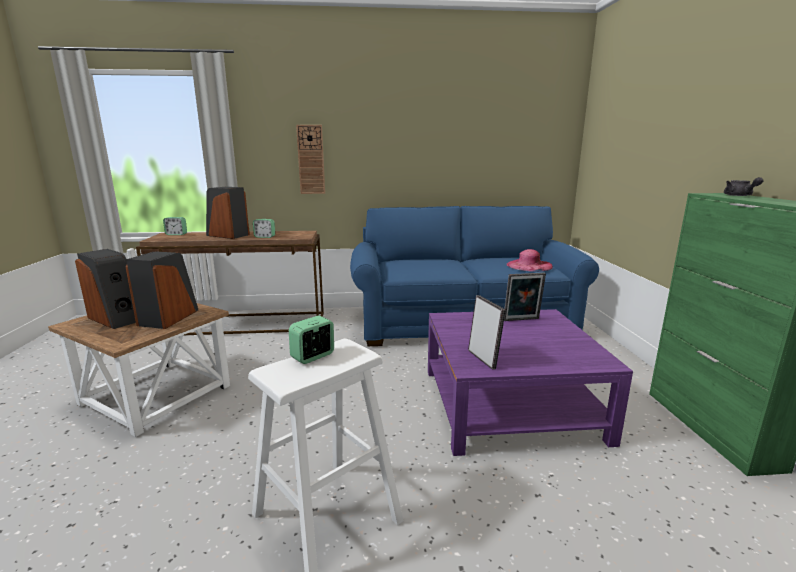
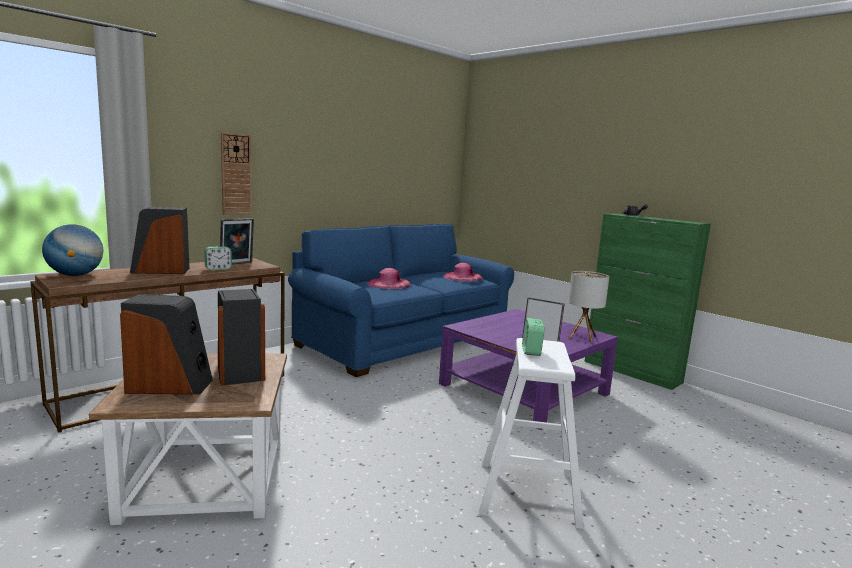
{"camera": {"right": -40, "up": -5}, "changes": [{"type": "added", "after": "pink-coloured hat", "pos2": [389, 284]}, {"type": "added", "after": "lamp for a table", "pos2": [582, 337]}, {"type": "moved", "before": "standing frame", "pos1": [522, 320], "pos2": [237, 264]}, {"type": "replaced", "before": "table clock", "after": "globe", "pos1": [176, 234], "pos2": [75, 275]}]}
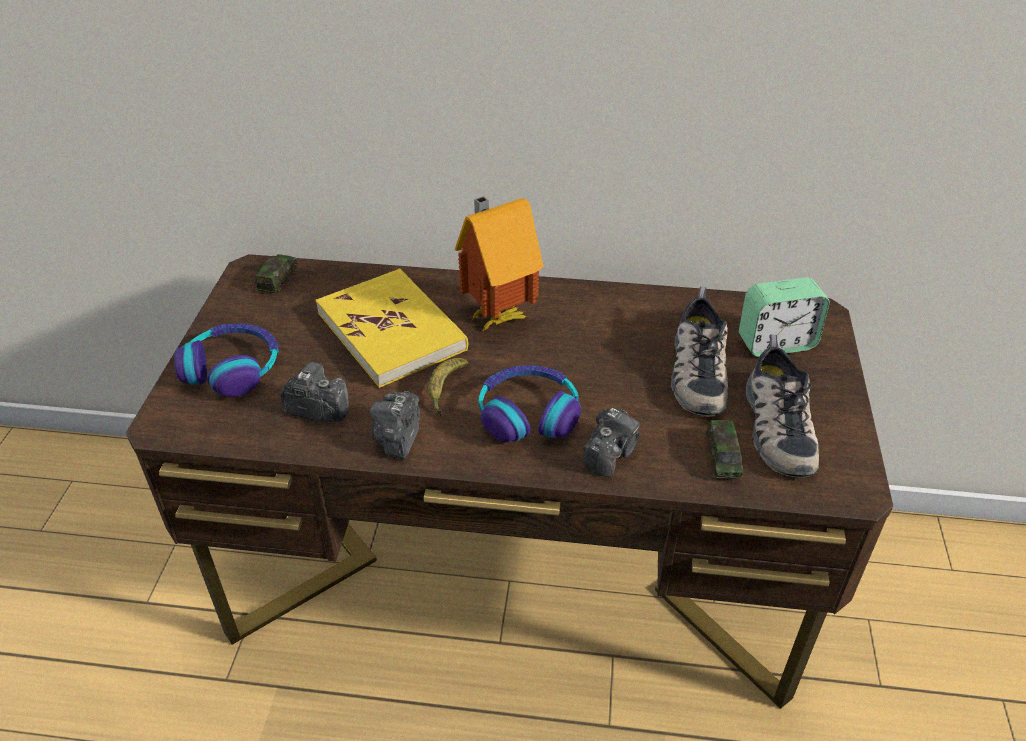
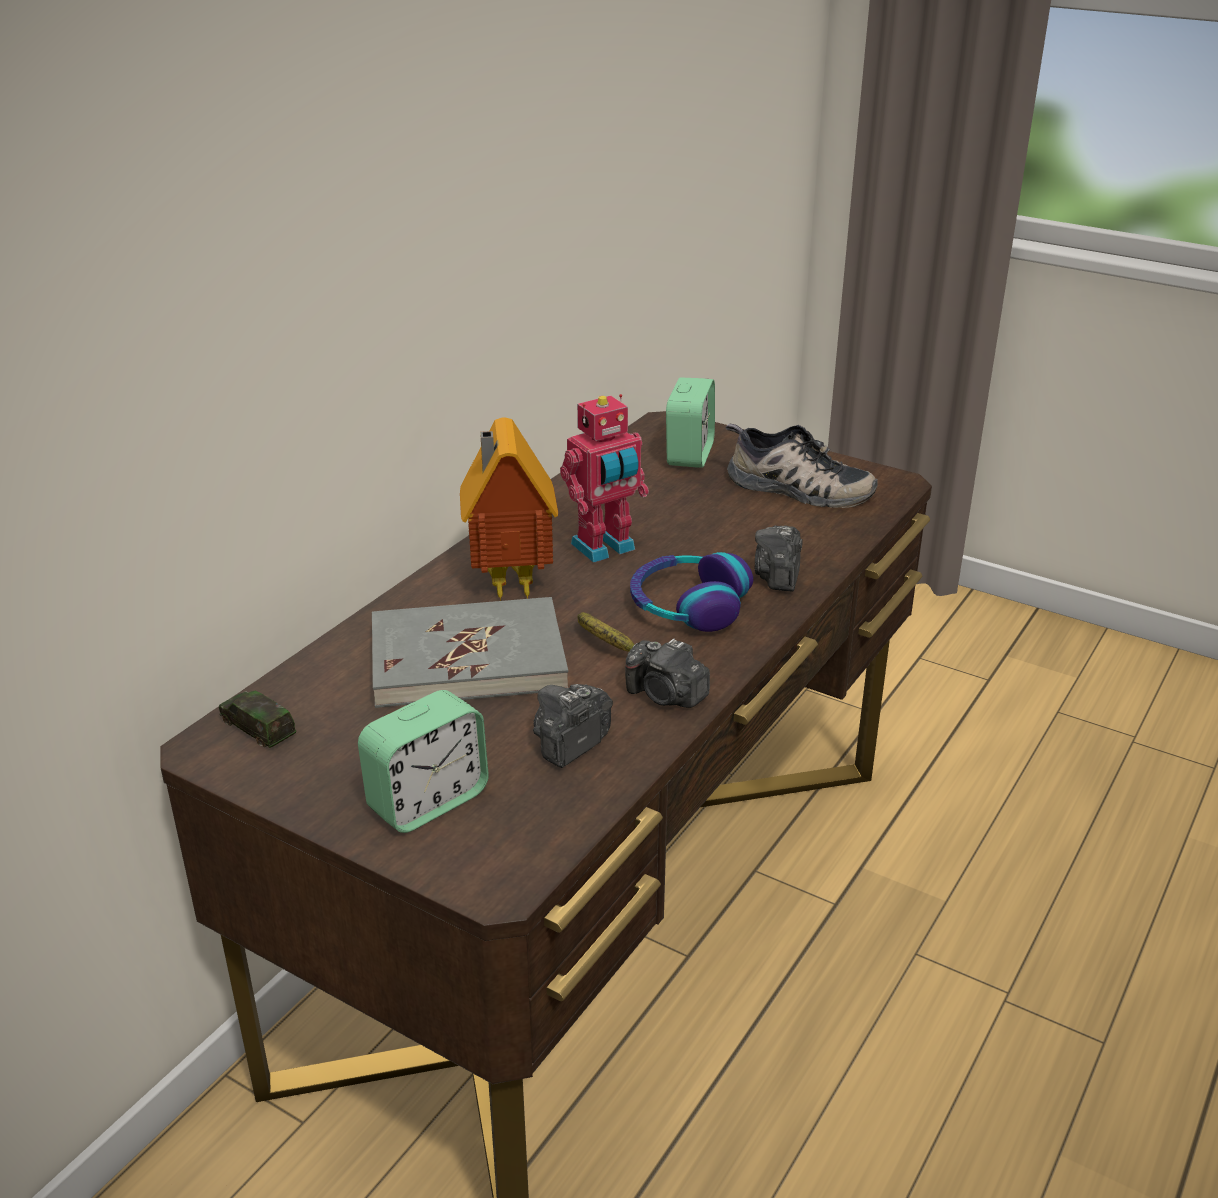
{"camera": {"right": -65, "up": -10}, "changes": [{"type": "removed", "before": "item of footwear", "pos1": [695, 370]}, {"type": "removed", "before": "model car", "pos1": [722, 458]}, {"type": "added", "after": "toy robot", "pos2": [605, 548]}, {"type": "replaced", "before": "pair of headphones", "after": "table clock", "pos1": [232, 368], "pos2": [428, 801]}, {"type": "recoloured", "before": "yellow-coloured bound book", "after": "gray bound book", "pos1": [392, 331], "pos2": [468, 659]}, {"type": "turned", "before": "still camera", "pos1": [610, 453], "pos2": [778, 576], "turn": -135}]}
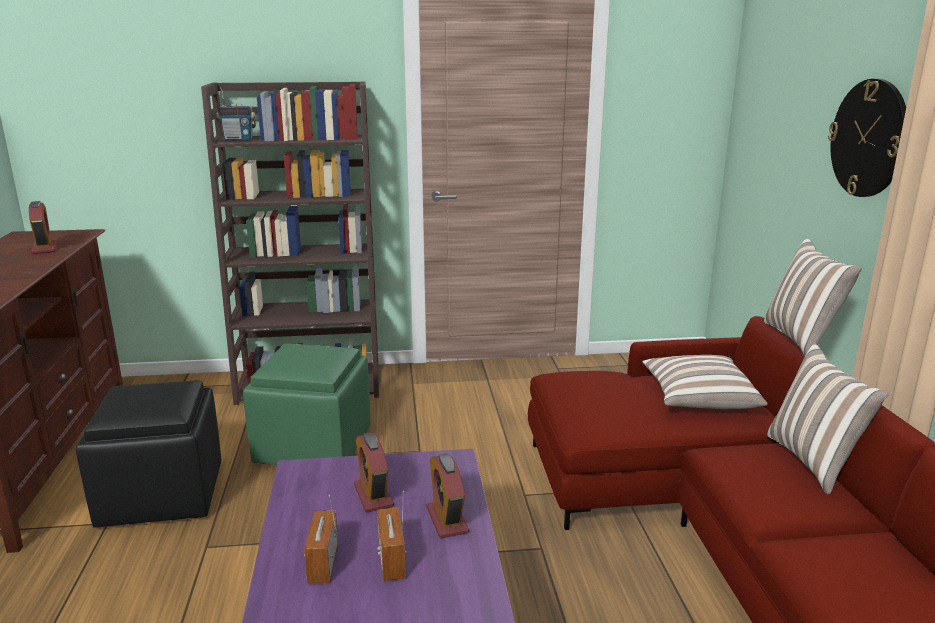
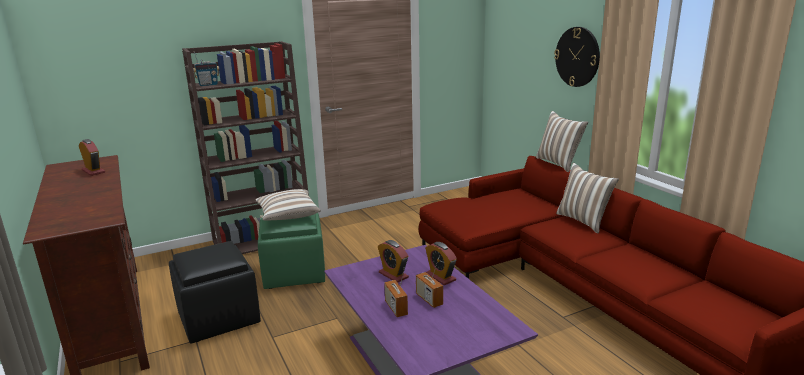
{"camera": {"right": -20, "up": 0}, "changes": [{"type": "moved", "before": "throw pillow", "pos1": [698, 399], "pos2": [288, 215]}]}
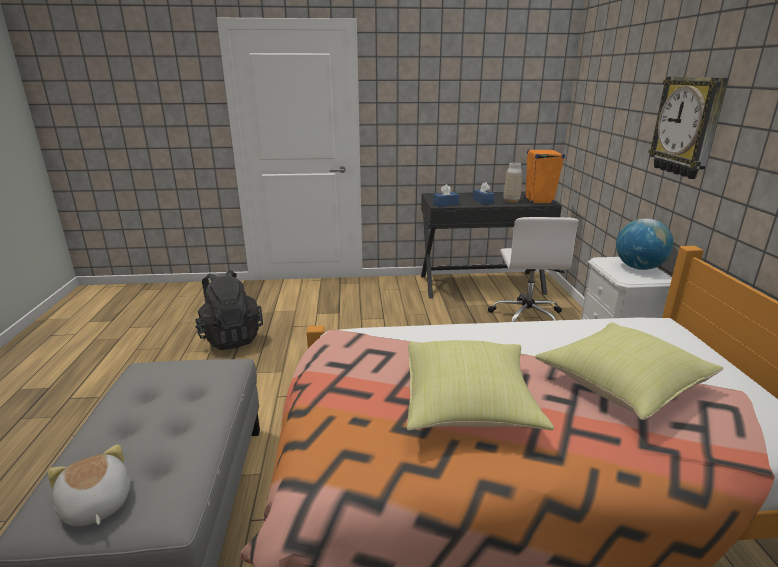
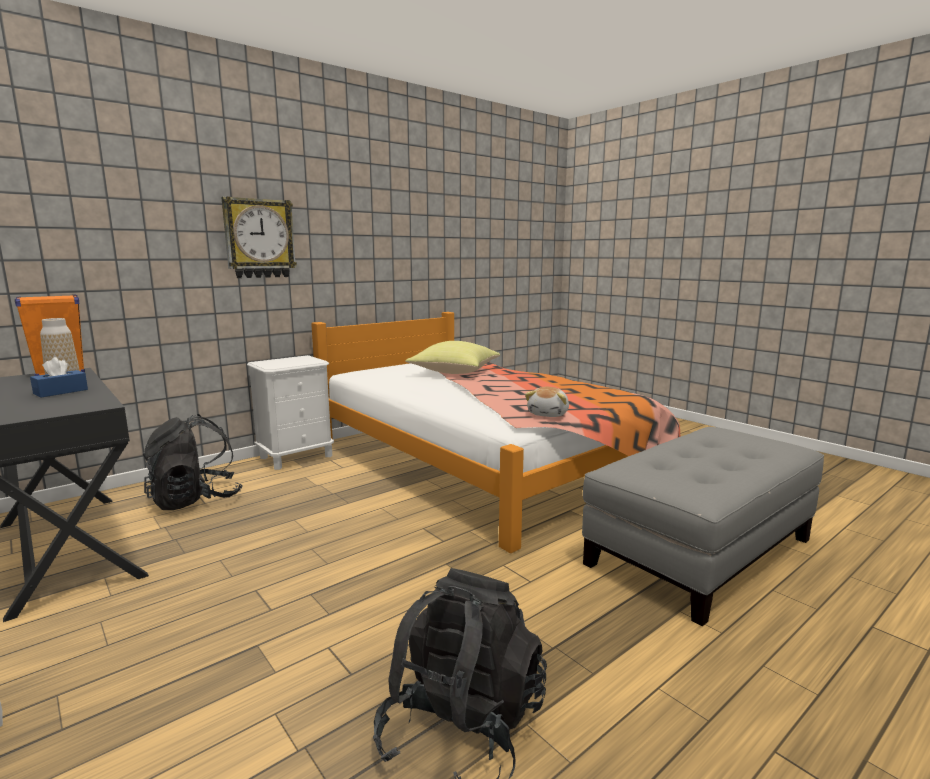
{"camera": {"right": -125, "up": -10}, "changes": [{"type": "removed", "before": "yellow-coloured throw pillow", "pos1": [469, 406]}, {"type": "removed", "before": "blue tissue holder", "pos1": [445, 204]}, {"type": "removed", "before": "globe", "pos1": [638, 267]}, {"type": "moved", "before": "plush toy", "pos1": [95, 505], "pos2": [549, 414]}, {"type": "replaced", "before": "whitish desk chair", "after": "black-coloured backpack", "pos1": [526, 315], "pos2": [195, 499]}]}
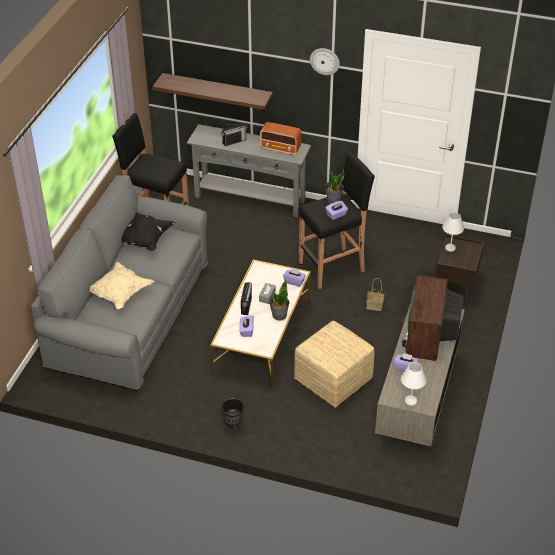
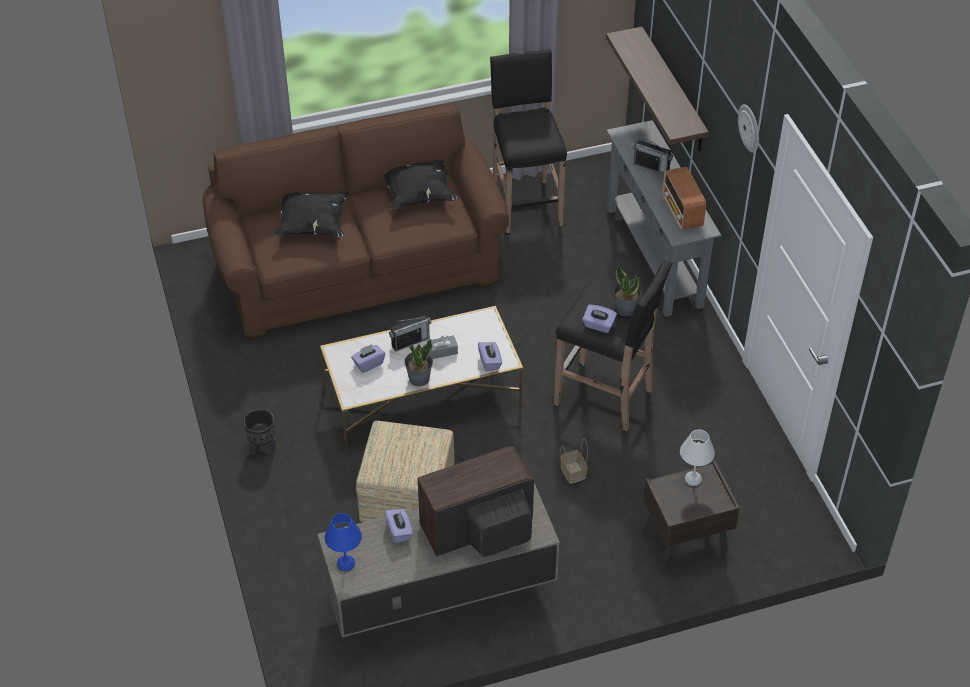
{"camera": {"right": 55, "up": 5}, "changes": [{"type": "recoloured", "before": "gray couch", "after": "brown-coloured couch", "pos1": [130, 316], "pos2": [358, 268]}, {"type": "recoloured", "before": "beige-coloured throw pillow", "after": "black-coloured throw pillow", "pos1": [119, 294], "pos2": [312, 225]}, {"type": "recoloured", "before": "whitish lamp for a table", "after": "blue lamp for a table", "pos1": [410, 400], "pos2": [346, 563]}]}
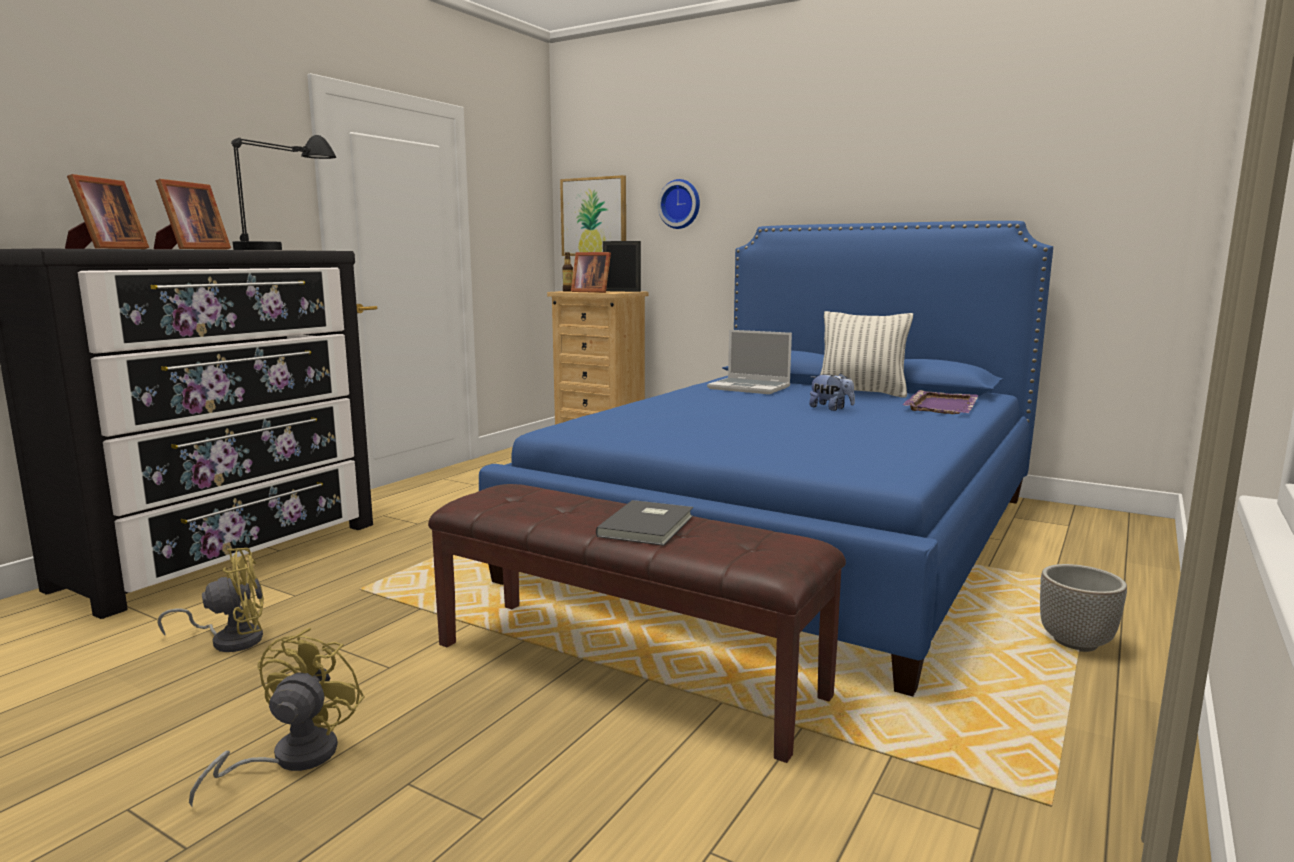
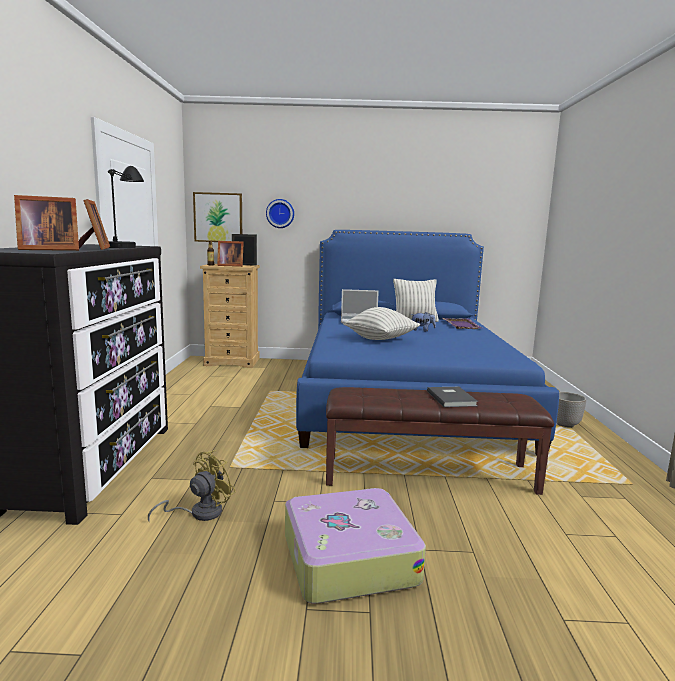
{"camera": {"right": -30, "up": 0}, "changes": [{"type": "added", "after": "throw pillow", "pos2": [380, 339]}, {"type": "replaced", "before": "yellow-coloured electric fan", "after": "piece of luggage", "pos1": [291, 758], "pos2": [347, 558]}, {"type": "turned", "before": "standing frame", "pos1": [106, 248], "pos2": [47, 249], "turn": 90}]}
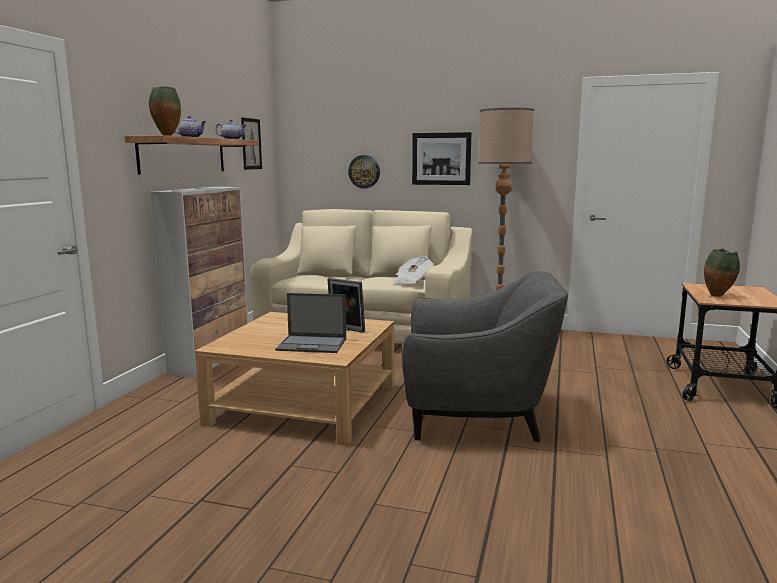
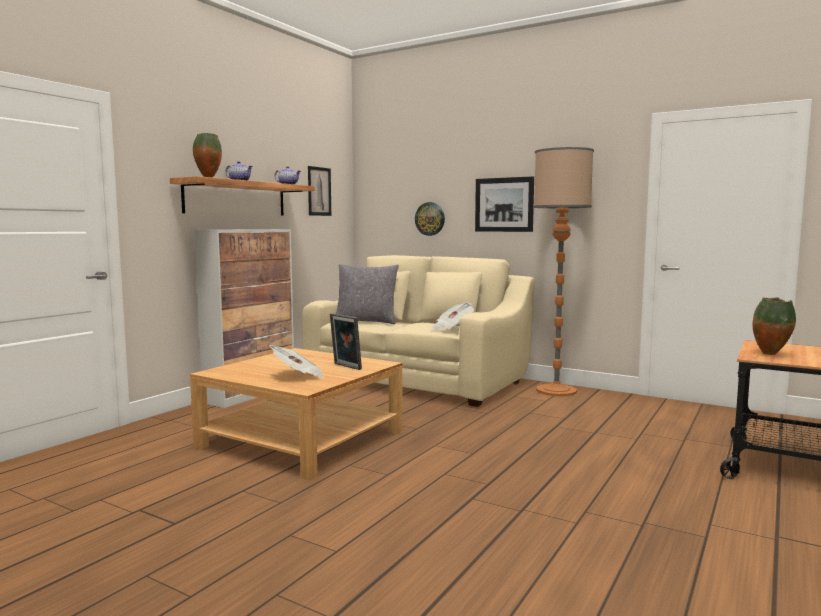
{"camera": {"right": 15, "up": -5}, "changes": [{"type": "removed", "before": "gray lounge chair", "pos1": [476, 416]}, {"type": "added", "after": "gray throw pillow", "pos2": [366, 322]}, {"type": "replaced", "before": "portable computer", "after": "newspaper", "pos1": [313, 344], "pos2": [298, 376]}]}
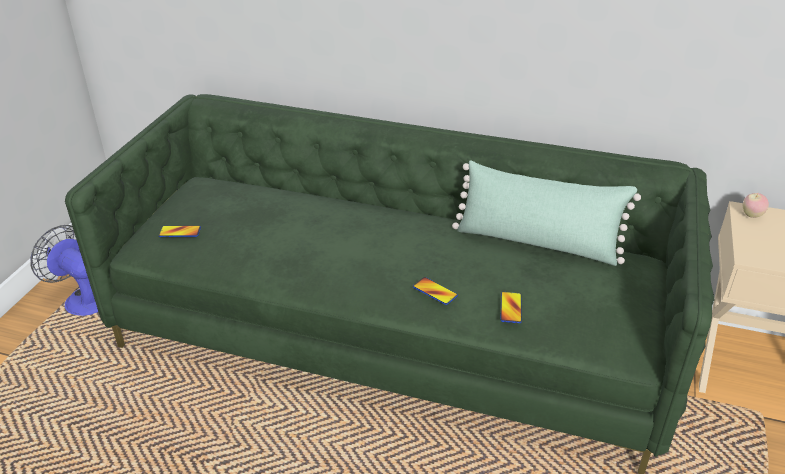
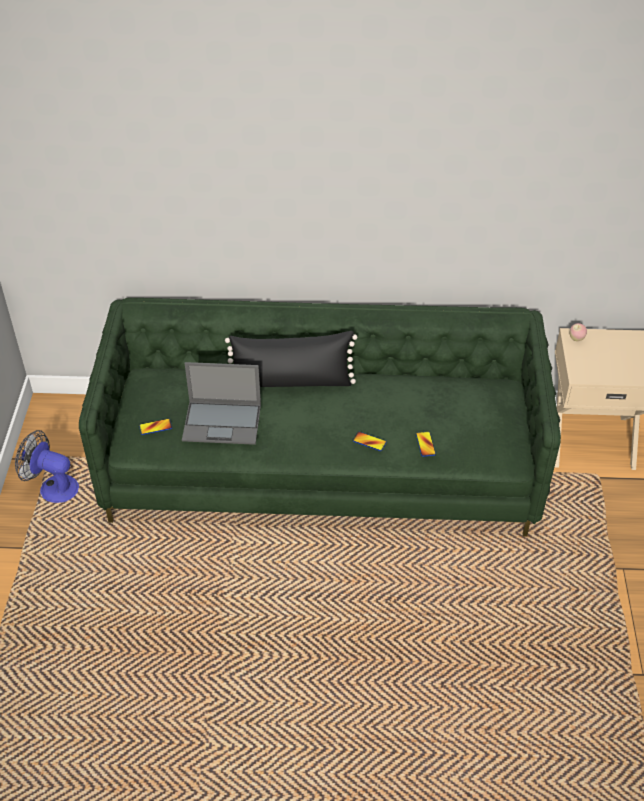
{"camera": {"right": -15, "up": 10}, "changes": [{"type": "removed", "before": "green-coloured throw pillow", "pos1": [537, 243]}, {"type": "added", "after": "portable computer", "pos2": [223, 422]}, {"type": "added", "after": "black-coloured throw pillow", "pos2": [291, 381]}]}
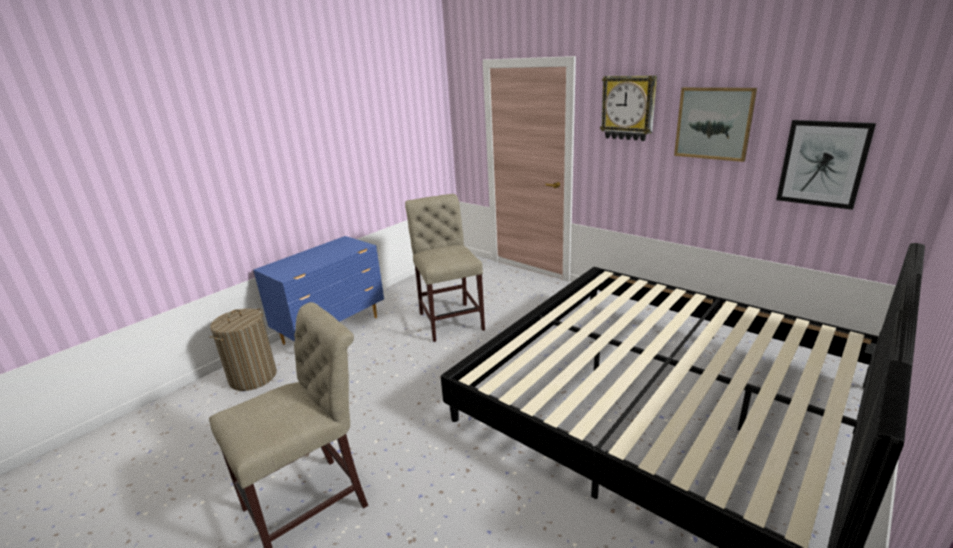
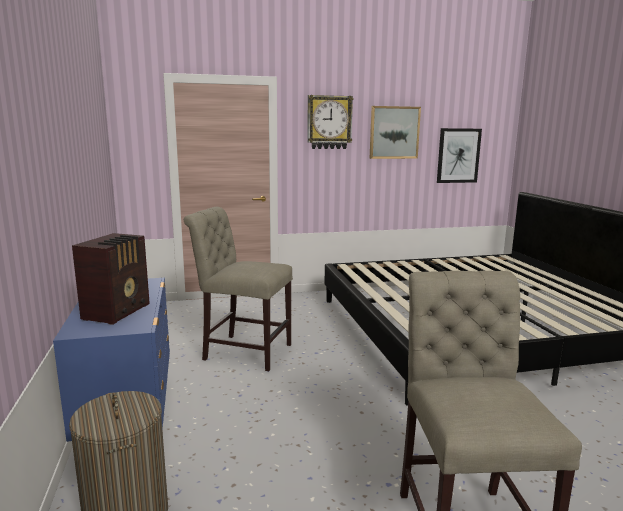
{"camera": {"right": -55, "up": -10}, "changes": [{"type": "added", "after": "radio set", "pos2": [118, 311]}]}
